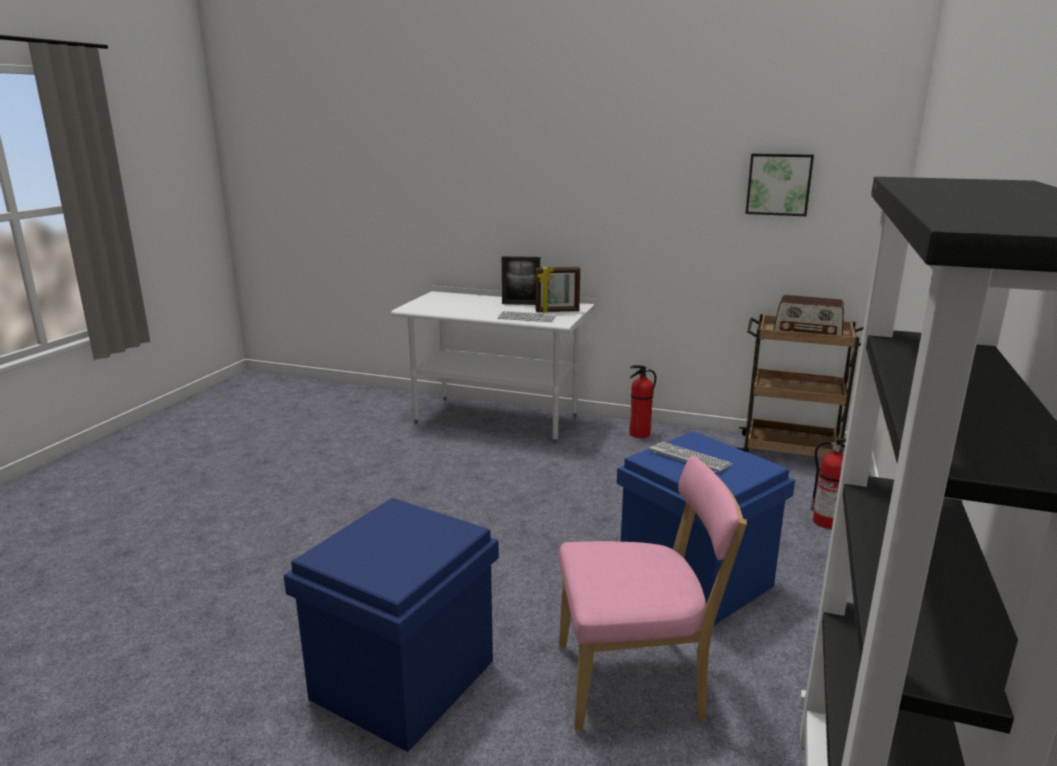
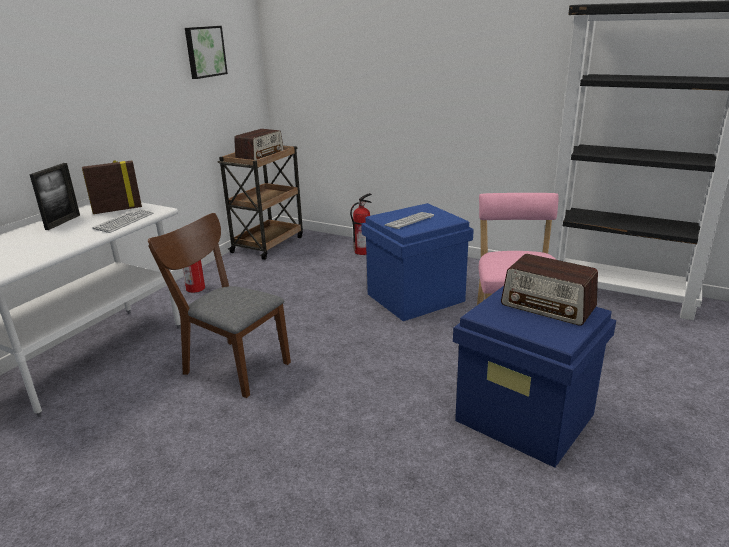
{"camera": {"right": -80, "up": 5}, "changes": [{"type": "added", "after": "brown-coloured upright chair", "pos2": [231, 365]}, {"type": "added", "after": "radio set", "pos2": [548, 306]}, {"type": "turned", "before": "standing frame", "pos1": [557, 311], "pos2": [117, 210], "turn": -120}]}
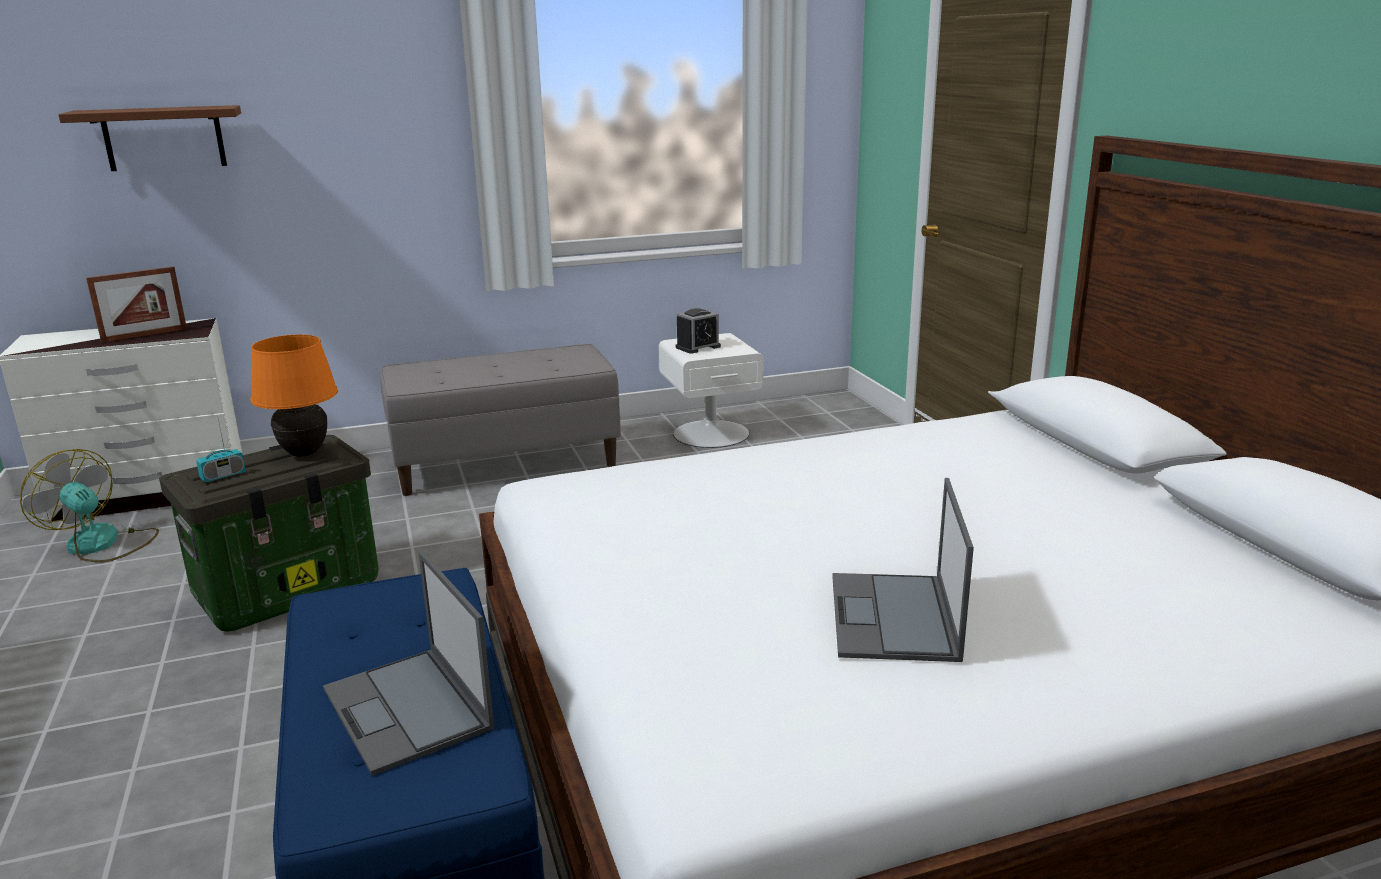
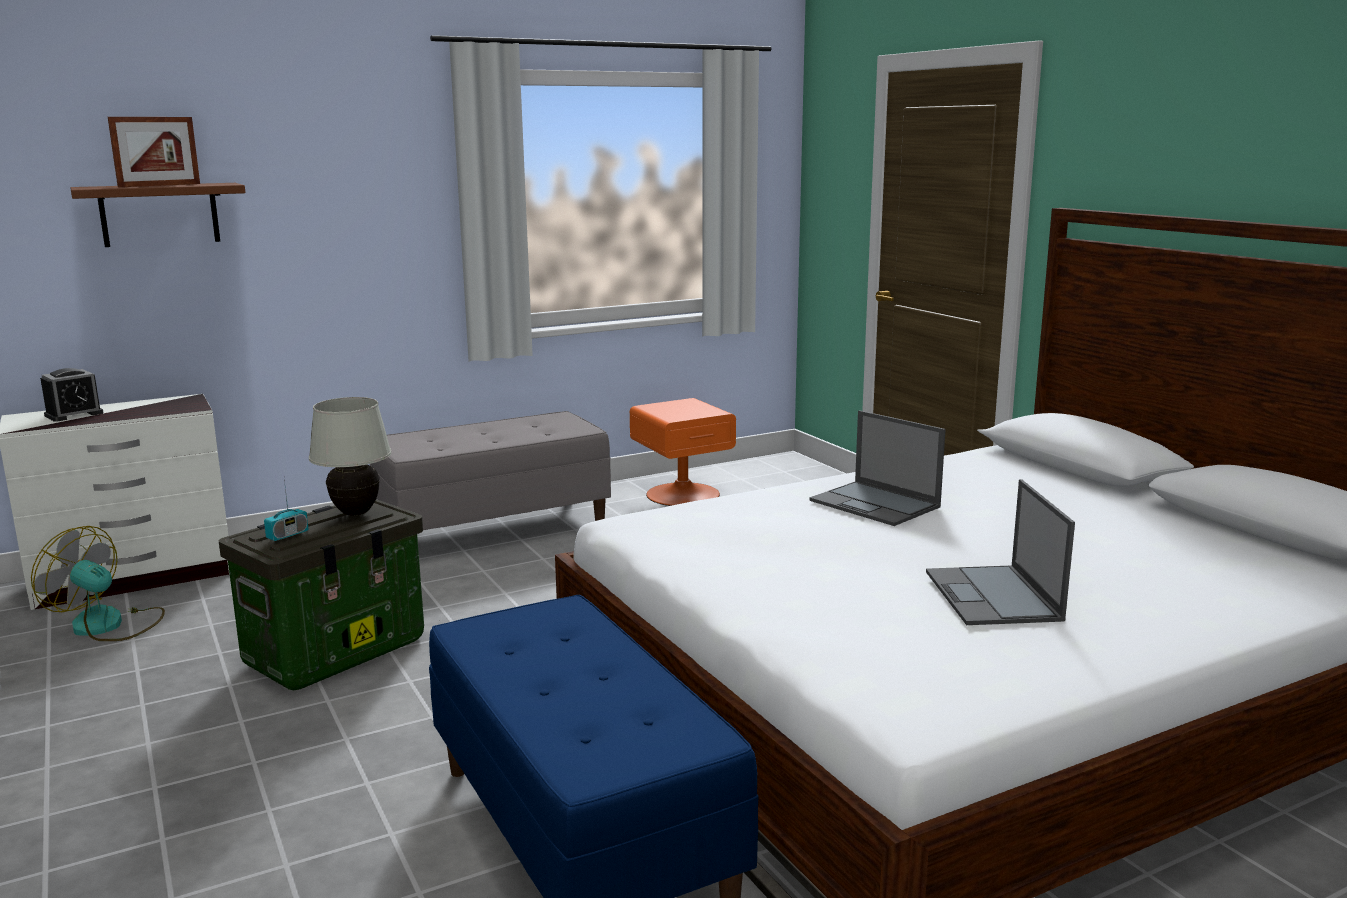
{"camera": {"right": -10, "up": -5}, "changes": [{"type": "moved", "before": "standing frame", "pos1": [144, 335], "pos2": [159, 185]}, {"type": "moved", "before": "portable computer", "pos1": [408, 709], "pos2": [876, 504]}, {"type": "moved", "before": "table clock", "pos1": [698, 347], "pos2": [74, 414]}, {"type": "recoloured", "before": "orange lamp for a table", "after": "whitish lamp for a table", "pos1": [304, 454], "pos2": [355, 513]}, {"type": "recoloured", "before": "whitish night table", "after": "orange night table", "pos1": [710, 433], "pos2": [682, 494]}]}
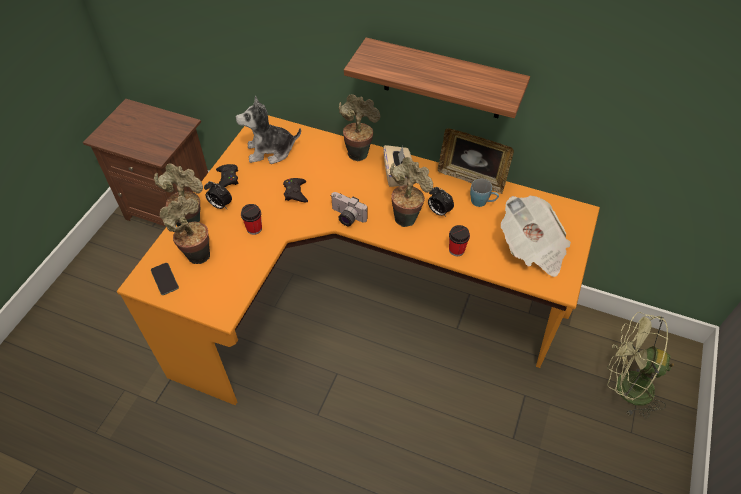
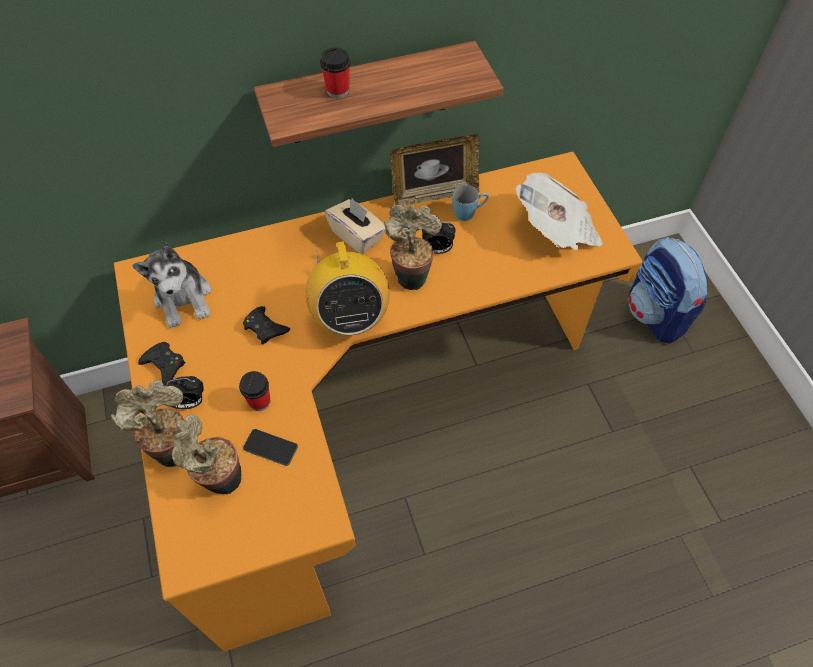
{"camera": {"right": -40, "up": 5}, "changes": [{"type": "removed", "before": "potted plant", "pos1": [358, 152]}, {"type": "moved", "before": "phone", "pos1": [164, 279], "pos2": [270, 447]}, {"type": "moved", "before": "cup", "pos1": [456, 250], "pos2": [338, 90]}, {"type": "replaced", "before": "still camera", "after": "radio set", "pos1": [346, 217], "pos2": [350, 318]}, {"type": "replaced", "before": "green-coloured electric fan", "after": "backpack", "pos1": [625, 387], "pos2": [656, 315]}, {"type": "turned", "before": "plush toy", "pos1": [270, 151], "pos2": [184, 298], "turn": -60}]}
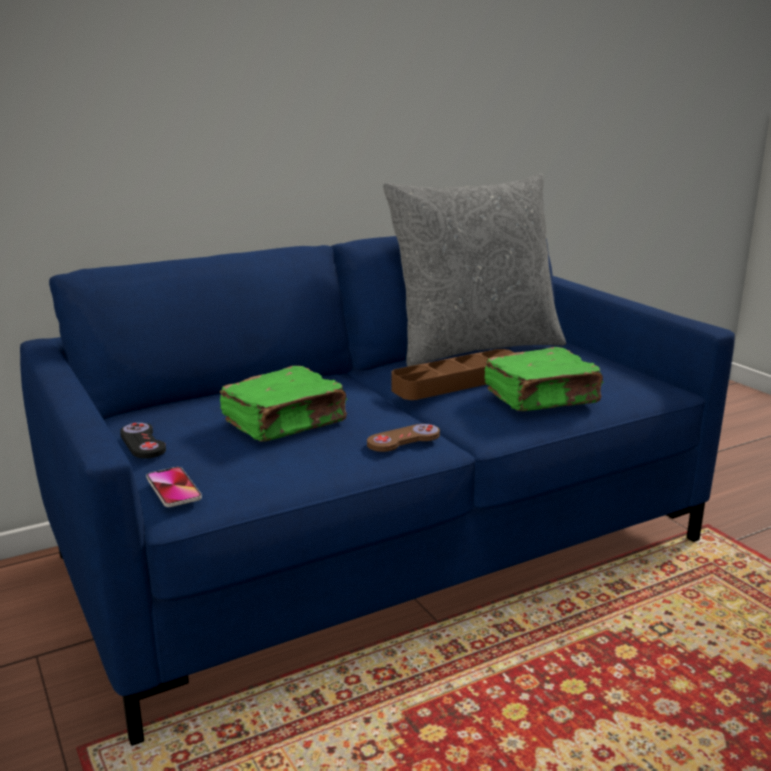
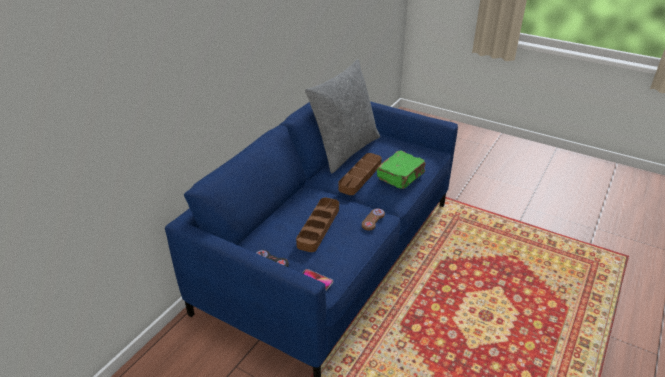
{"camera": {"right": -30, "up": 15}, "changes": [{"type": "replaced", "before": "green-coloured bound book", "after": "brown-coloured serving tray", "pos1": [286, 423], "pos2": [318, 227]}]}
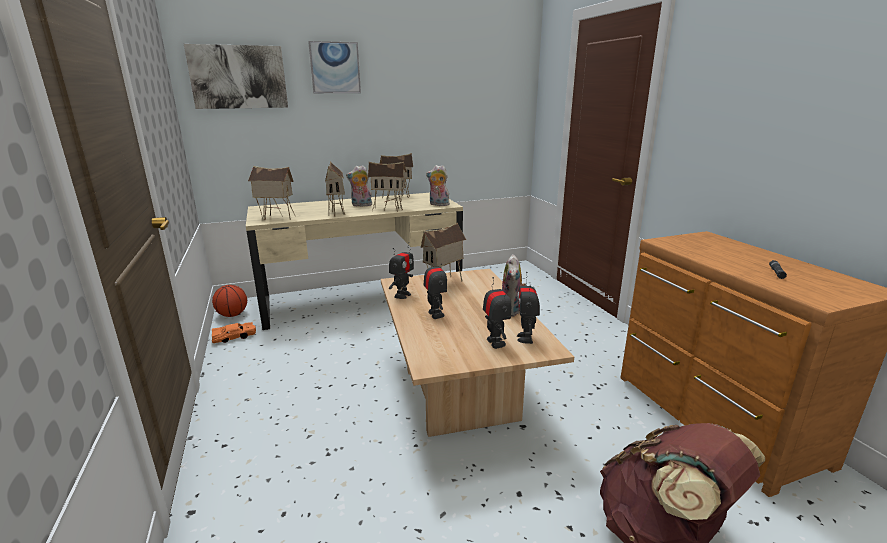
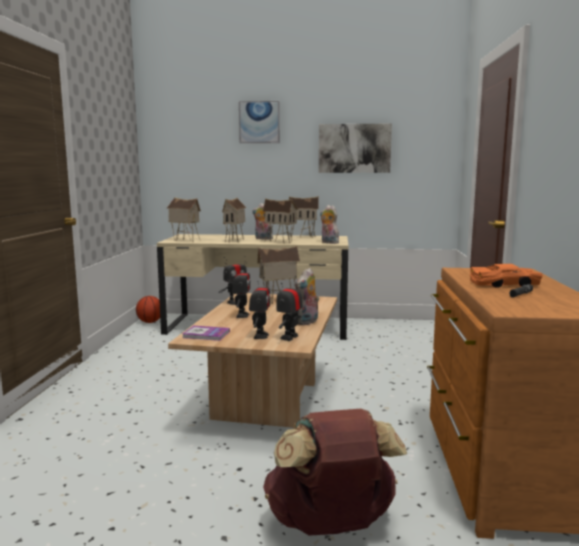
{"camera": {"right": 25, "up": -10}, "changes": [{"type": "added", "after": "bound book", "pos2": [206, 334]}, {"type": "moved", "before": "wall art", "pos1": [238, 77], "pos2": [354, 148]}, {"type": "moved", "before": "orange model car", "pos1": [234, 337], "pos2": [505, 285]}]}
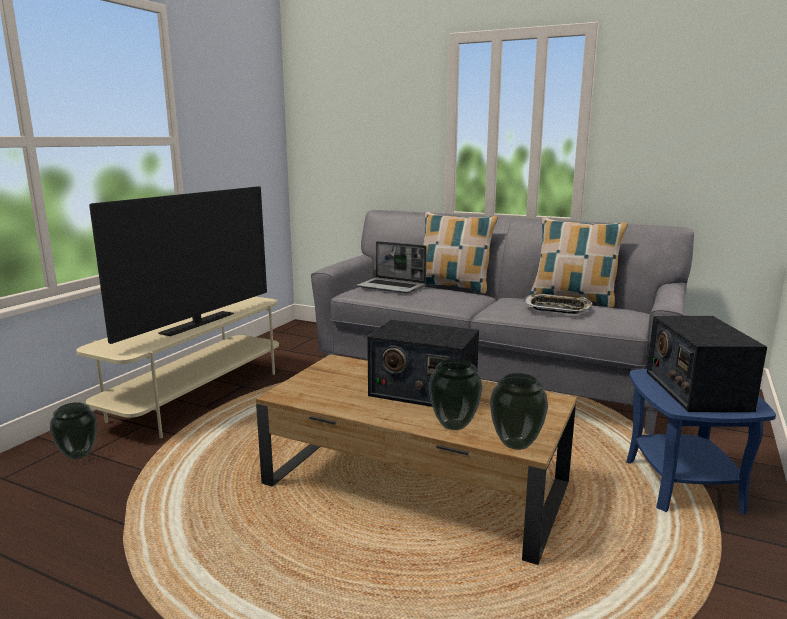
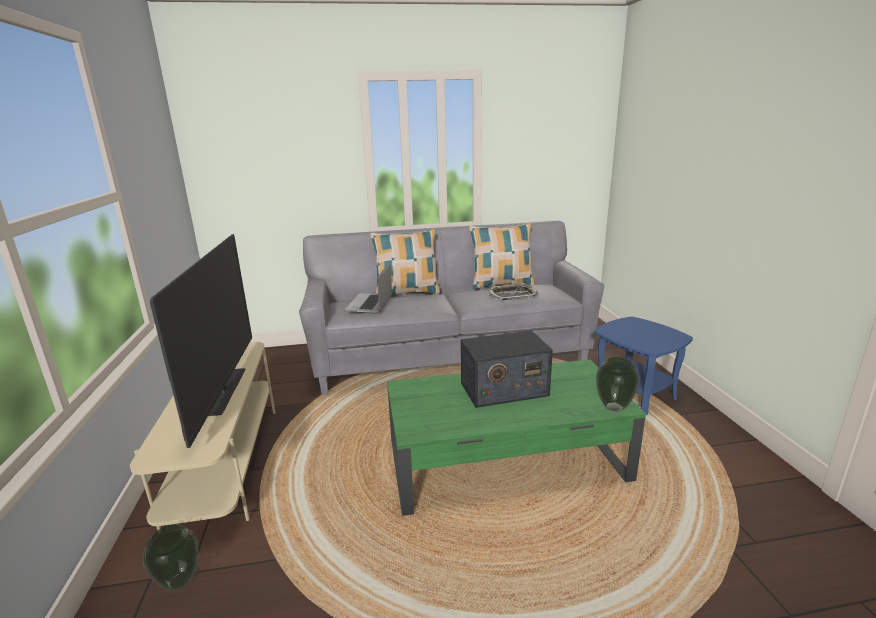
{"camera": {"right": -35, "up": 5}, "changes": [{"type": "removed", "before": "decorative vase", "pos1": [454, 425]}, {"type": "removed", "before": "radio set", "pos1": [696, 390]}, {"type": "recoloured", "before": "brown-coloured lounge table", "after": "green-coloured lounge table", "pos1": [417, 484], "pos2": [506, 460]}, {"type": "turned", "before": "portable computer", "pos1": [392, 287], "pos2": [370, 304], "turn": 105}]}
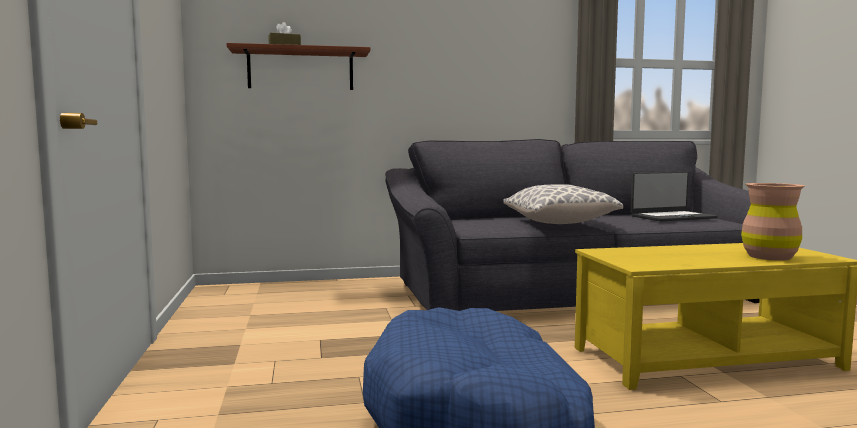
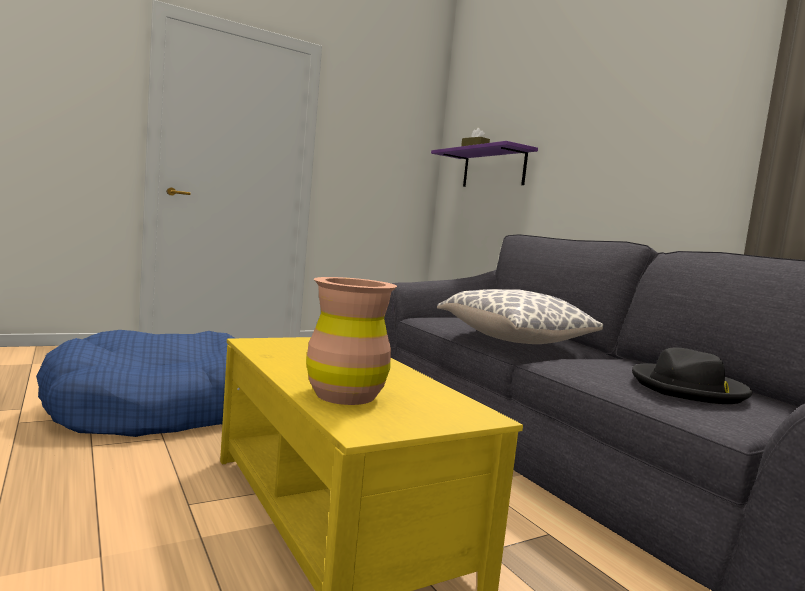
{"camera": {"right": 70, "up": 0}, "changes": [{"type": "replaced", "before": "portable computer", "after": "black-coloured hat", "pos1": [672, 217], "pos2": [688, 389]}, {"type": "recoloured", "before": "brown-coloured bracket shelf", "after": "purple bracket shelf", "pos1": [300, 70], "pos2": [493, 169]}]}
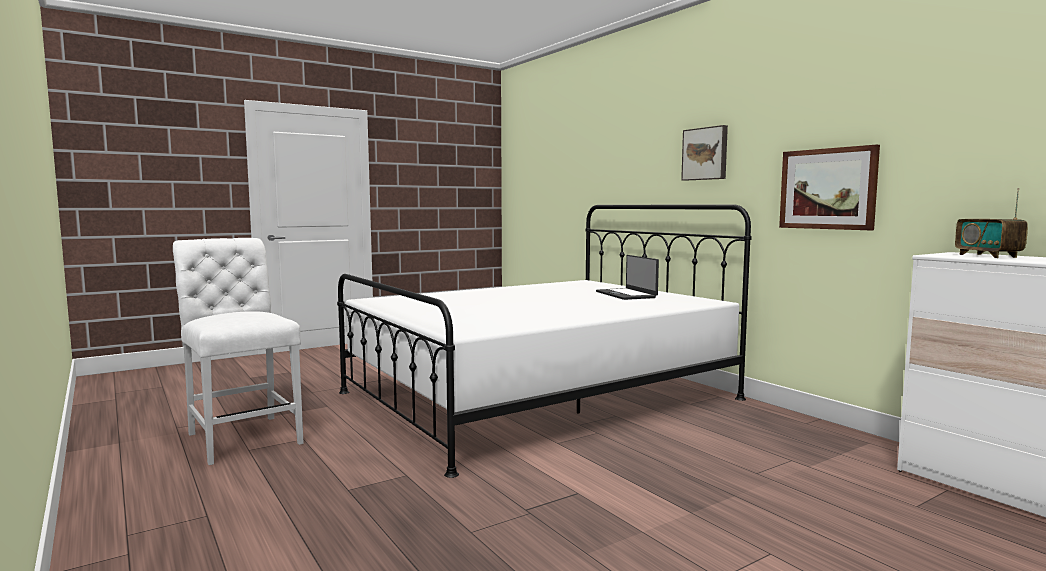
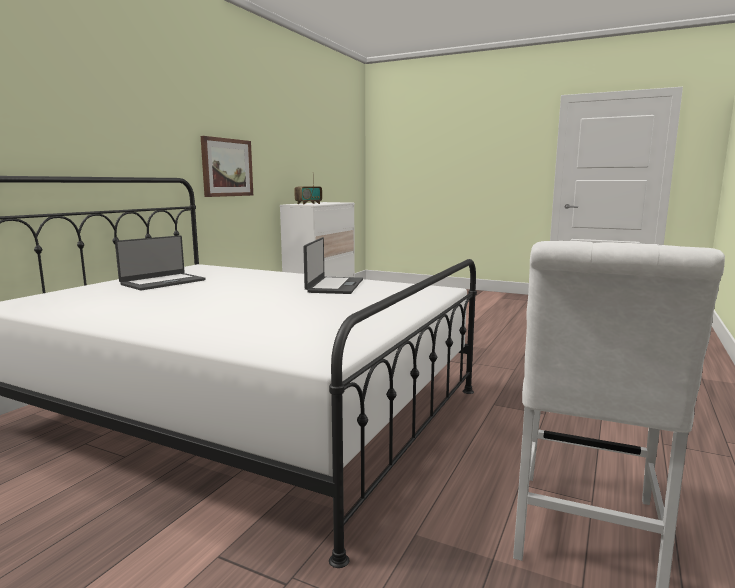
{"camera": {"right": -120, "up": 5}, "changes": [{"type": "removed", "before": "wall art", "pos1": [705, 154]}, {"type": "added", "after": "portable computer", "pos2": [334, 286]}]}
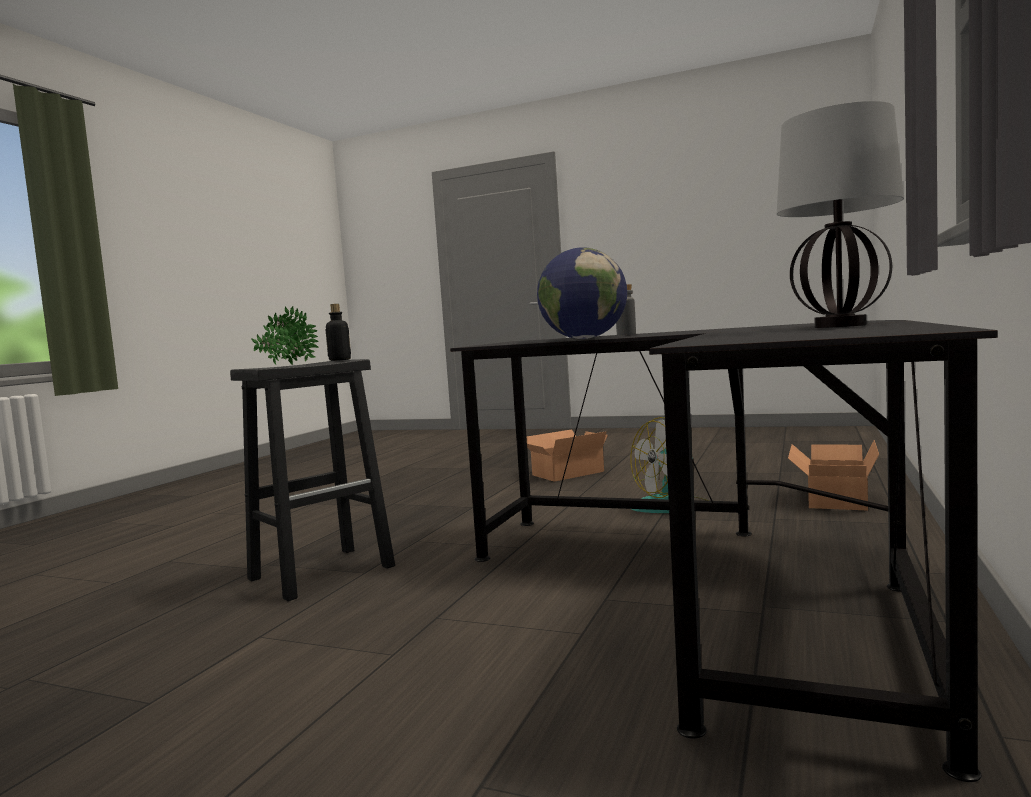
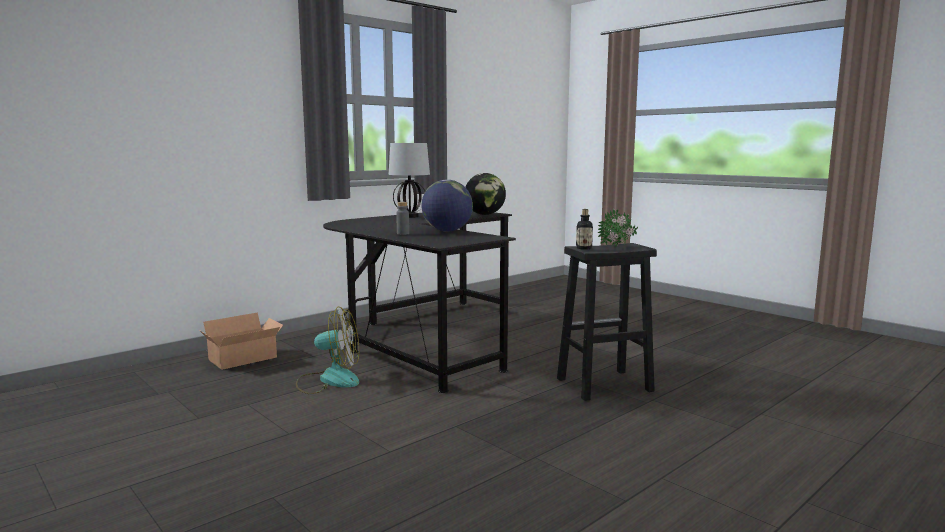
{"camera": {"right": -155, "up": 5}, "changes": [{"type": "removed", "before": "cardboard box", "pos1": [565, 473]}, {"type": "added", "after": "globe", "pos2": [484, 214]}]}
